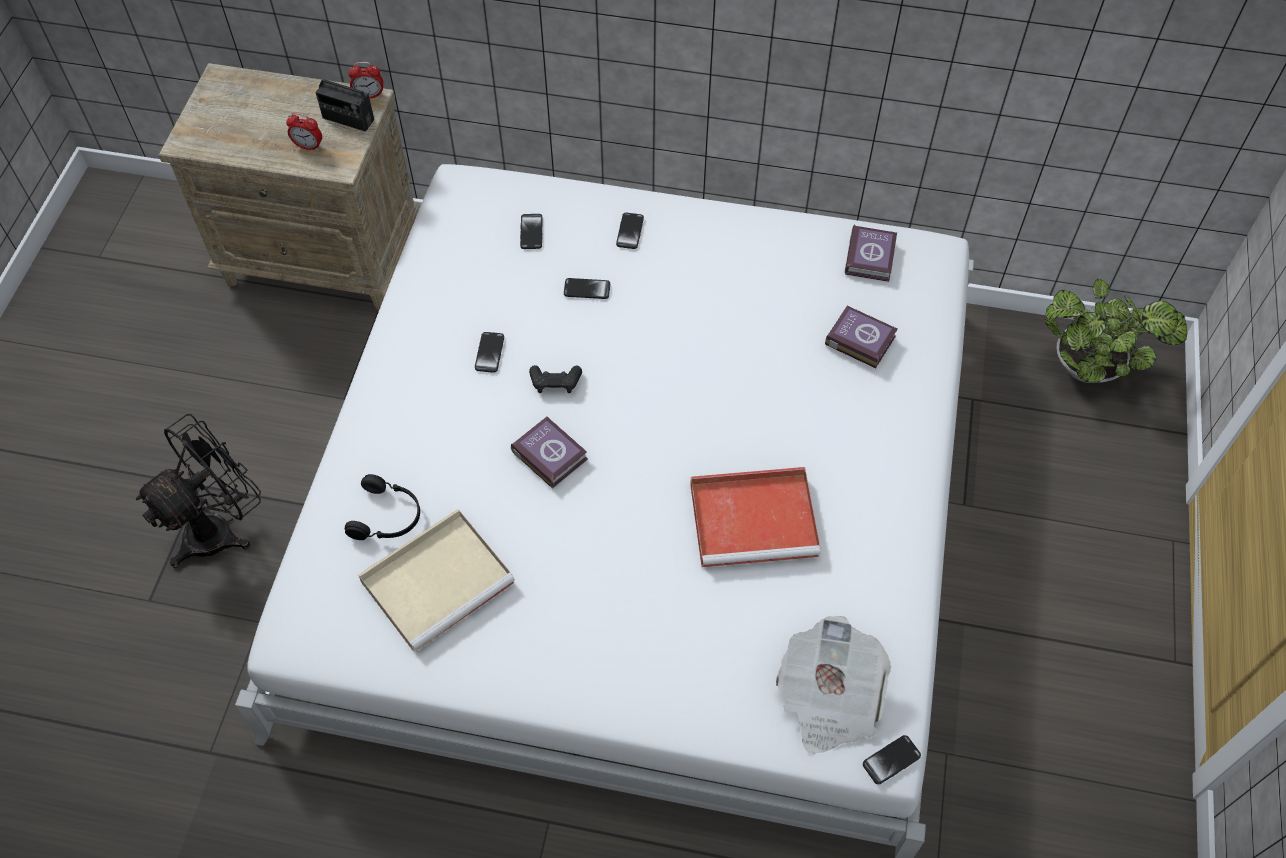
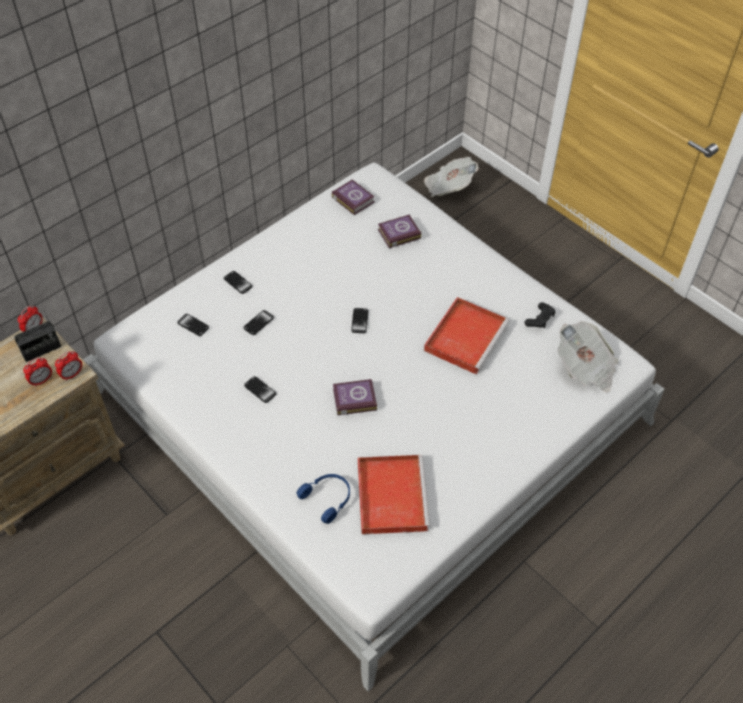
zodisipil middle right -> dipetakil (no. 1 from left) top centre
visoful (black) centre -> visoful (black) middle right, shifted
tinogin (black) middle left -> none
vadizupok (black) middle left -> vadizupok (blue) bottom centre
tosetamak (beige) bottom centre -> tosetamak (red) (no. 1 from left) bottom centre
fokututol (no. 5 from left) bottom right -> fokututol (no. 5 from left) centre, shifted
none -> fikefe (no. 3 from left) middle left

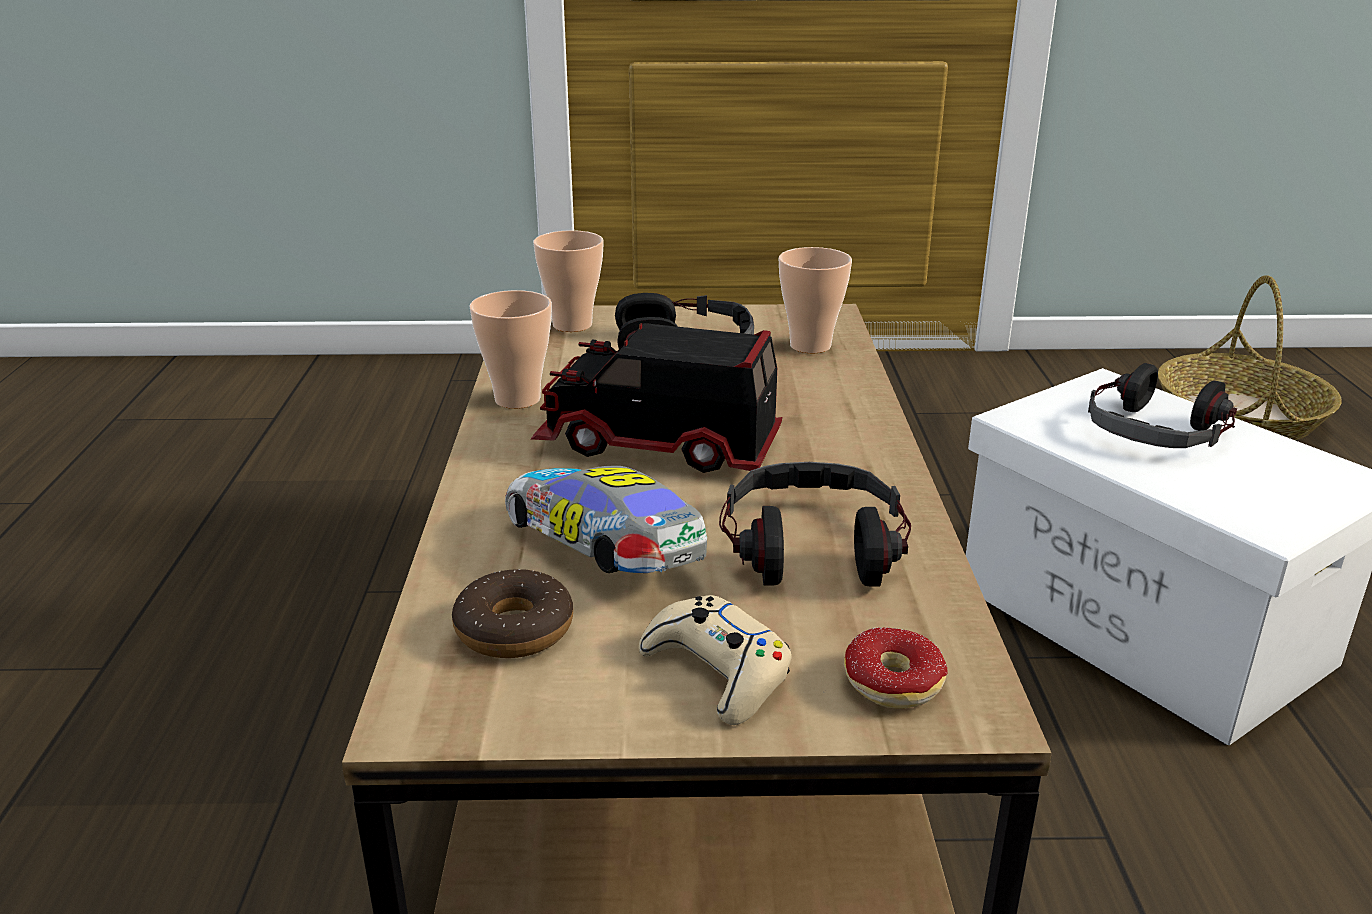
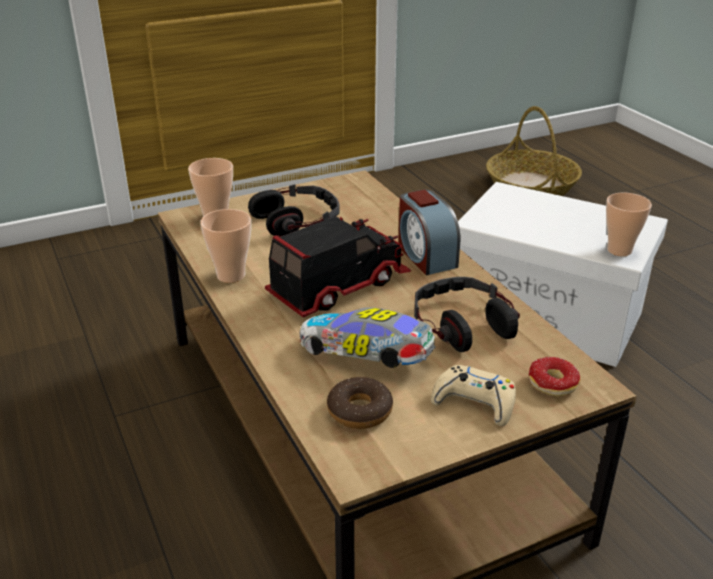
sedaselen (no. 3 from left) top centre -> sedaselen (no. 3 from left) middle right, shifted
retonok centre, 150 degrees clockwise
vadizupok (no. 3 from left) middle right -> none
none -> fikefe centre

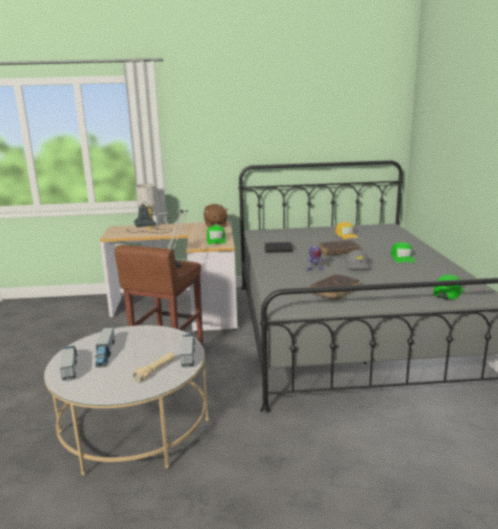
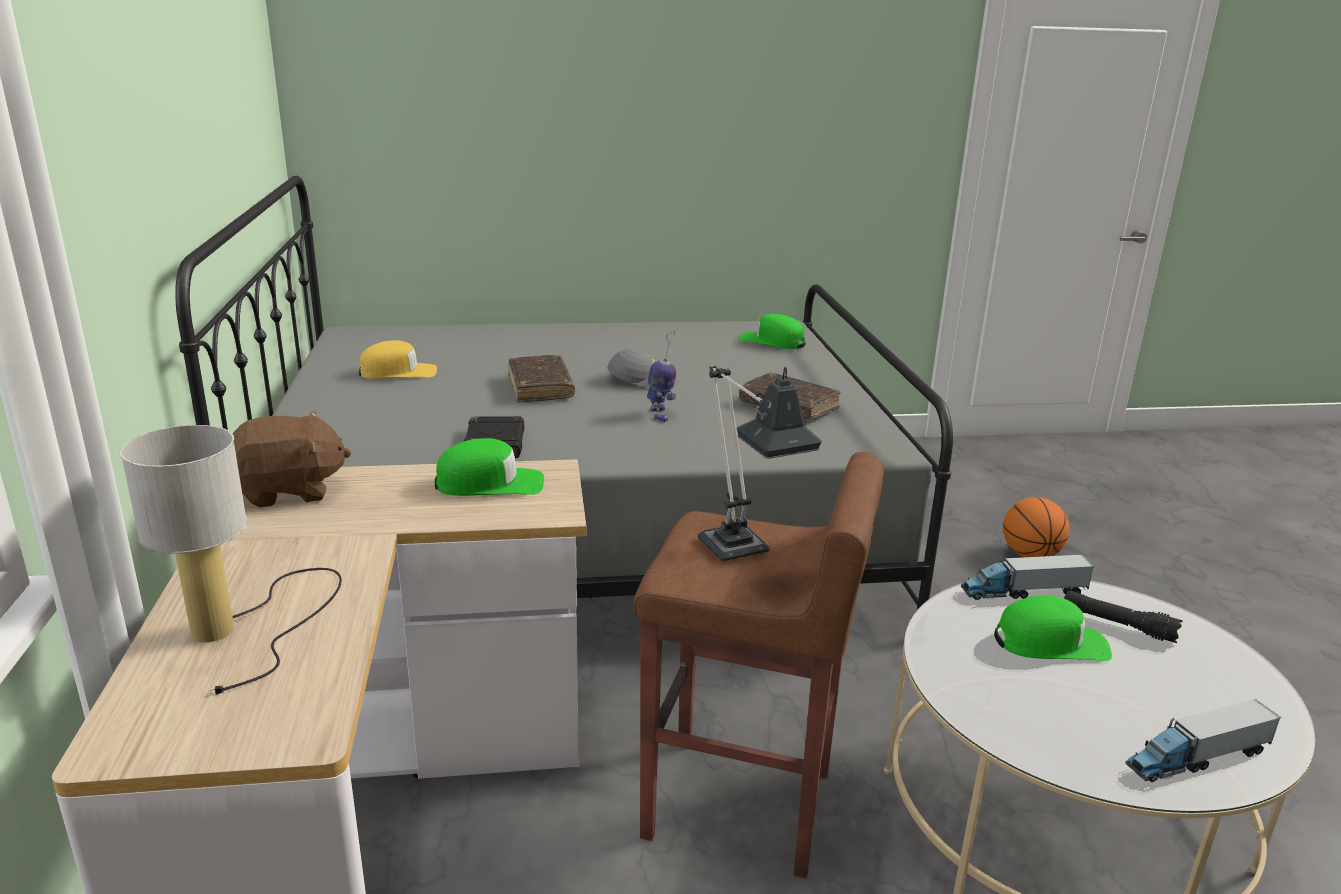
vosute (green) (no. 2 from left in the first image) middle right -> vosute (green) (no. 3 from left) bottom right, shifted
retonok (no. 2 from left) middle left -> none
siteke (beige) bottom left -> siteke (black) bottom right
none -> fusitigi middle right

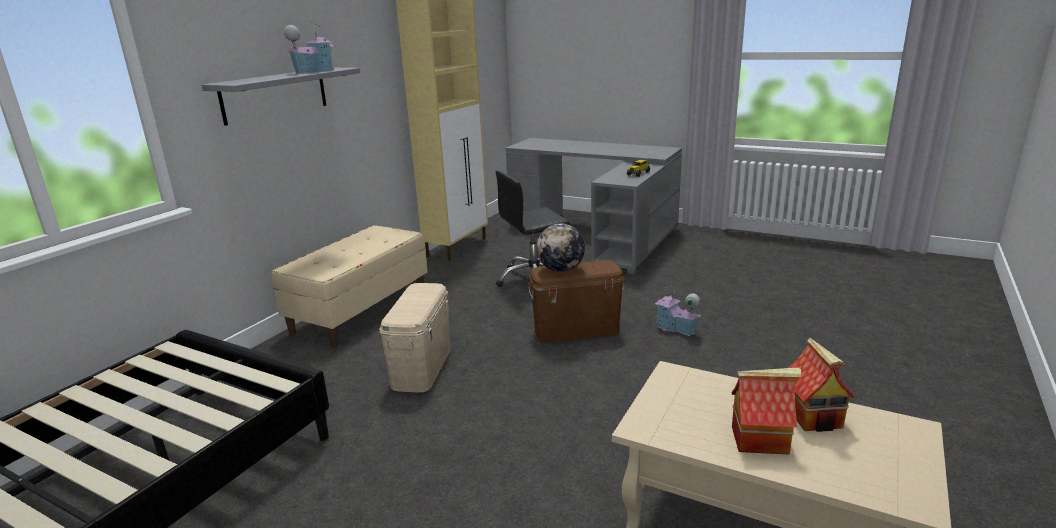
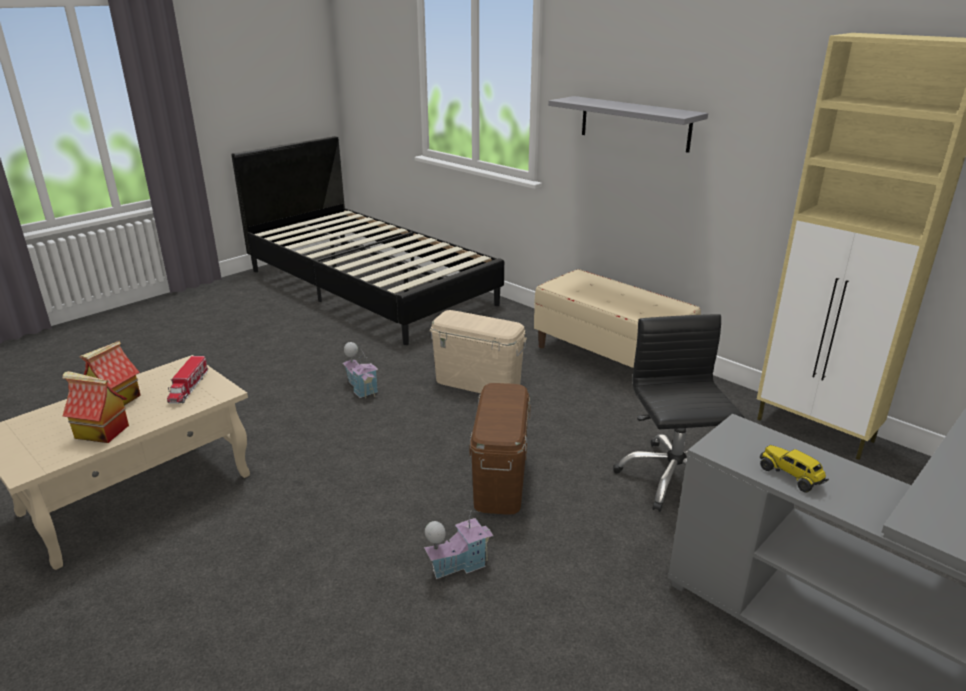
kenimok (no. 1 from left in the first image) top left -> kenimok (no. 3 from left) centre, shifted
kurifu centre -> none
none -> retonok (no. 1 from left) middle left

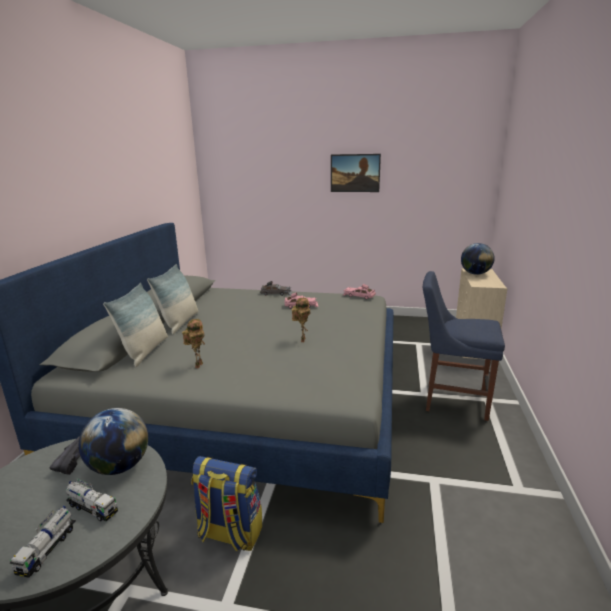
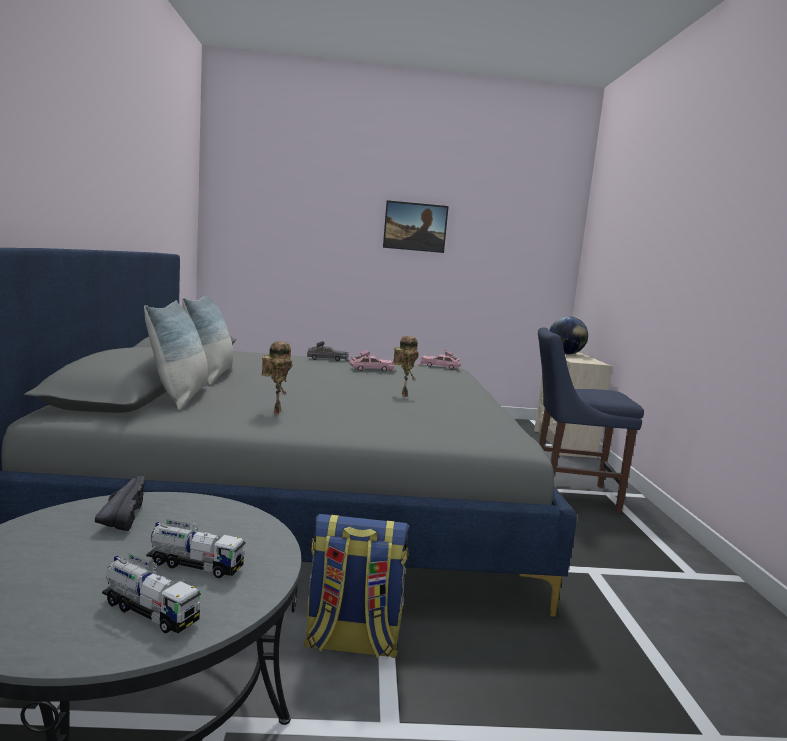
kurifu (no. 1 from left) bottom left -> none
retonok (no. 1 from left) bottom left, 60 degrees counterclockwise

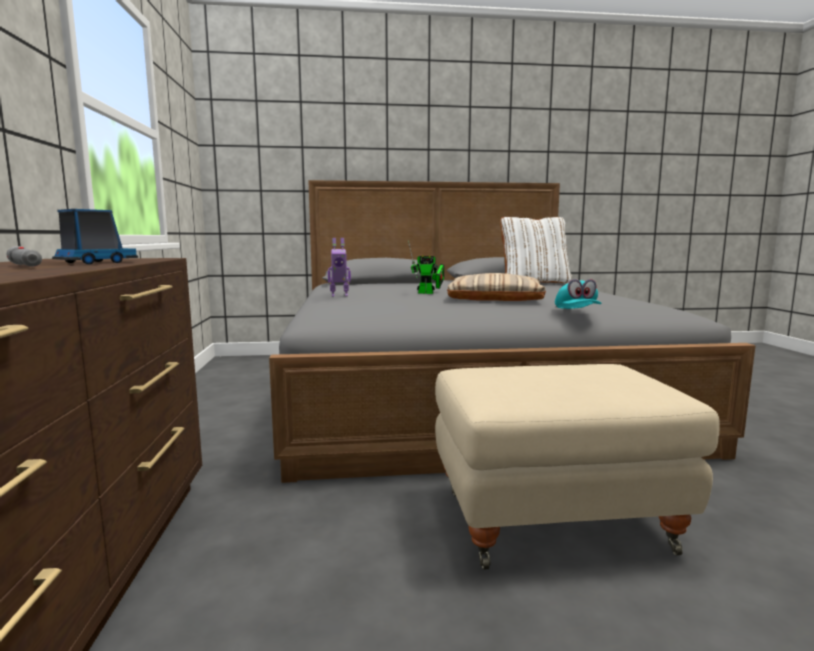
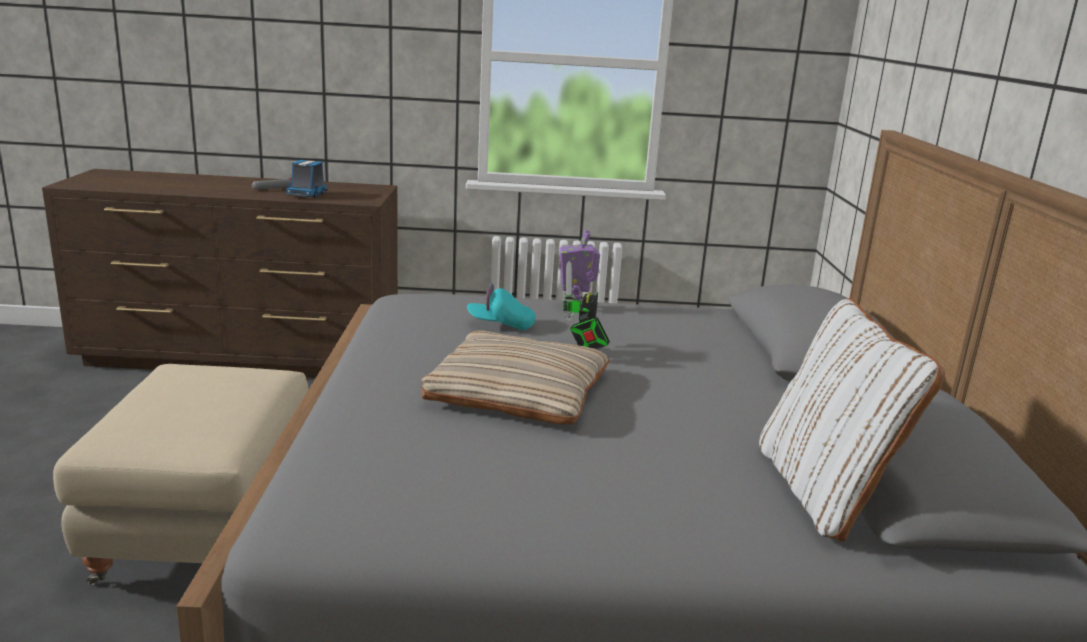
retonok middle left -> retonok top left, 60 degrees clockwise
vosute (turquoise) middle right -> vosute (turquoise) centre, shifted

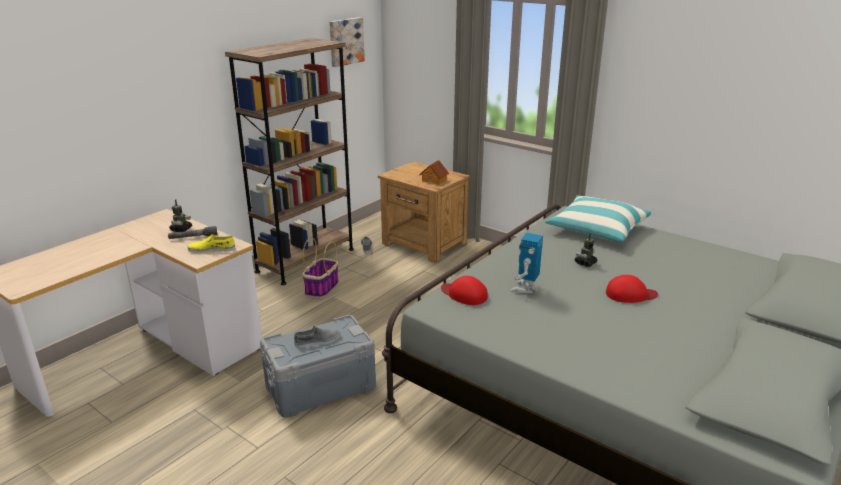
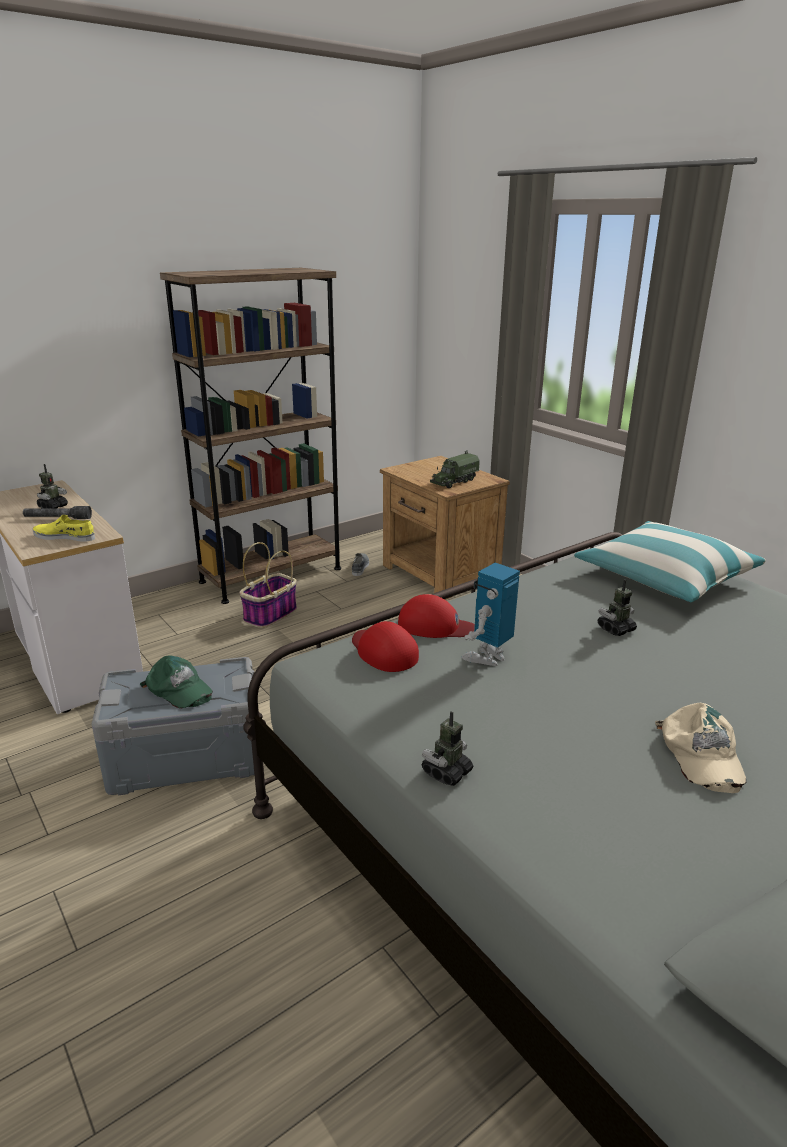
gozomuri top centre -> none
kenimok centre -> retonok centre
vosute (red) (no. 2 from left) middle right -> vosute (red) (no. 2 from left) centre, shifted
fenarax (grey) (no. 1 from left) bottom centre -> vosute (green) middle left
none -> vosute (beige) middle right
none -> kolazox (no. 2 from left) centre

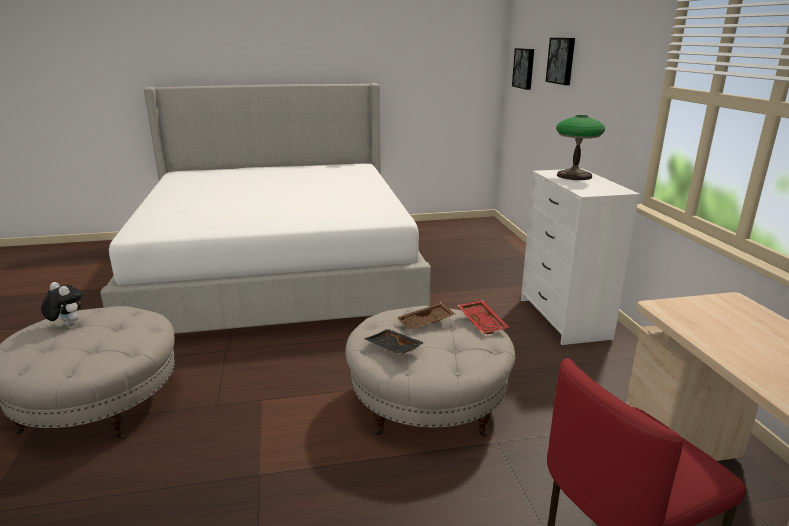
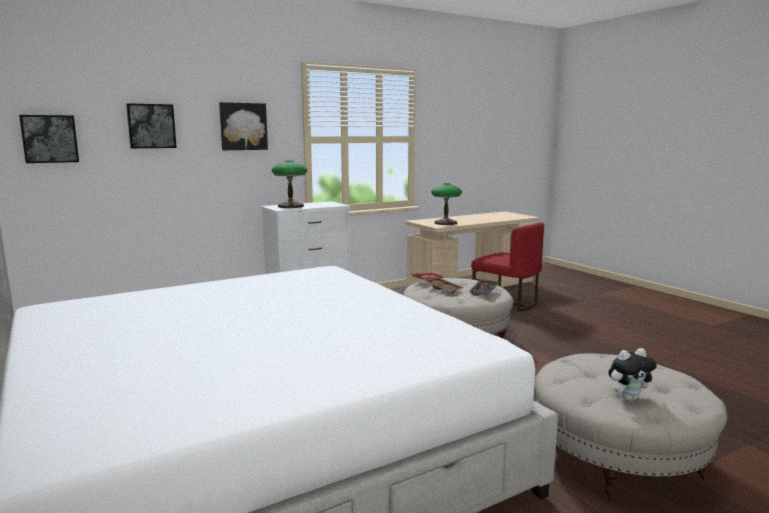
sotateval middle left -> sotateval bottom right, 120 degrees counterclockwise
none -> gozomuri (no. 3 from left) top left
none -> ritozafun (no. 2 from left) centre

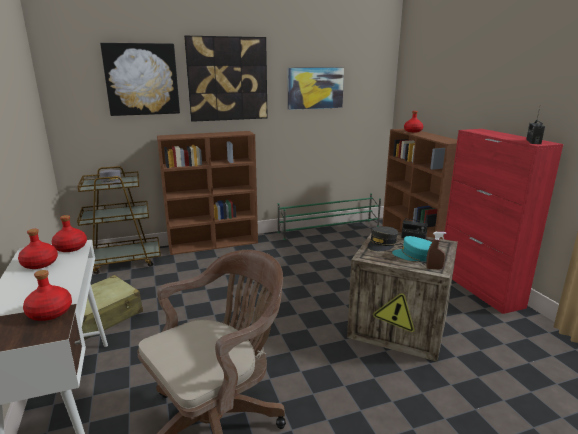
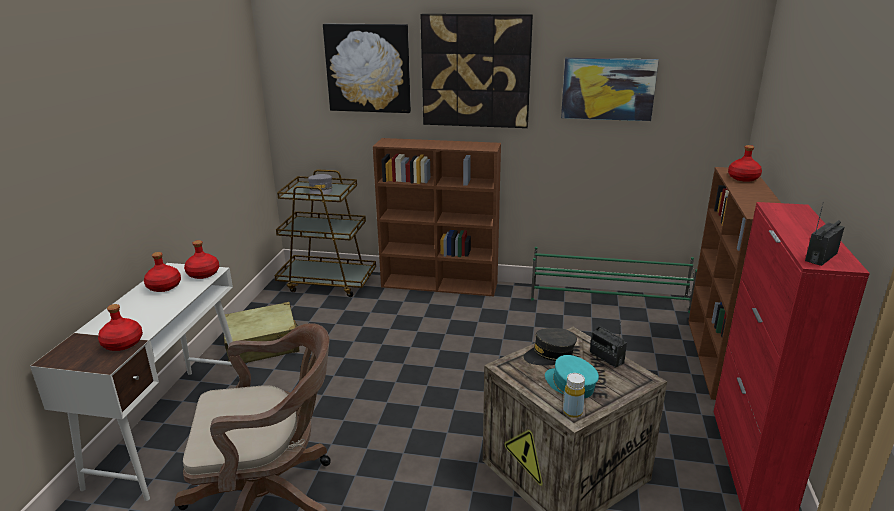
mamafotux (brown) middle right -> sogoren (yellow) bottom centre

